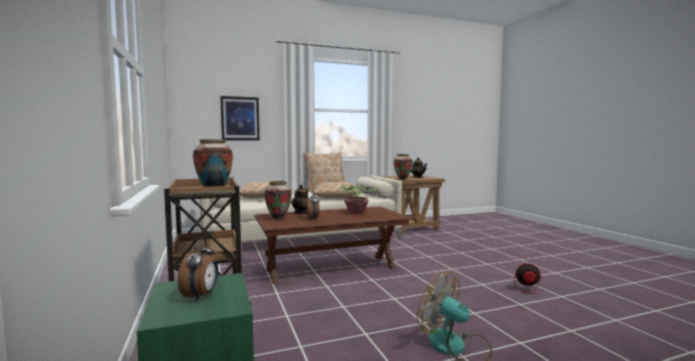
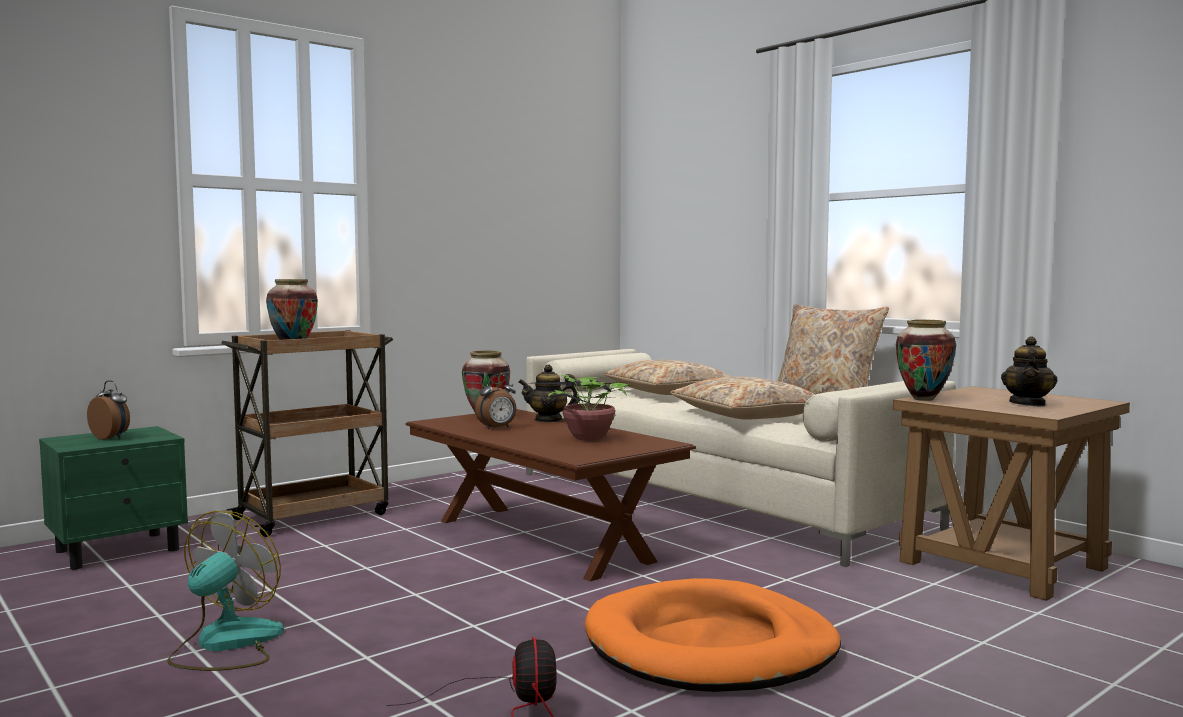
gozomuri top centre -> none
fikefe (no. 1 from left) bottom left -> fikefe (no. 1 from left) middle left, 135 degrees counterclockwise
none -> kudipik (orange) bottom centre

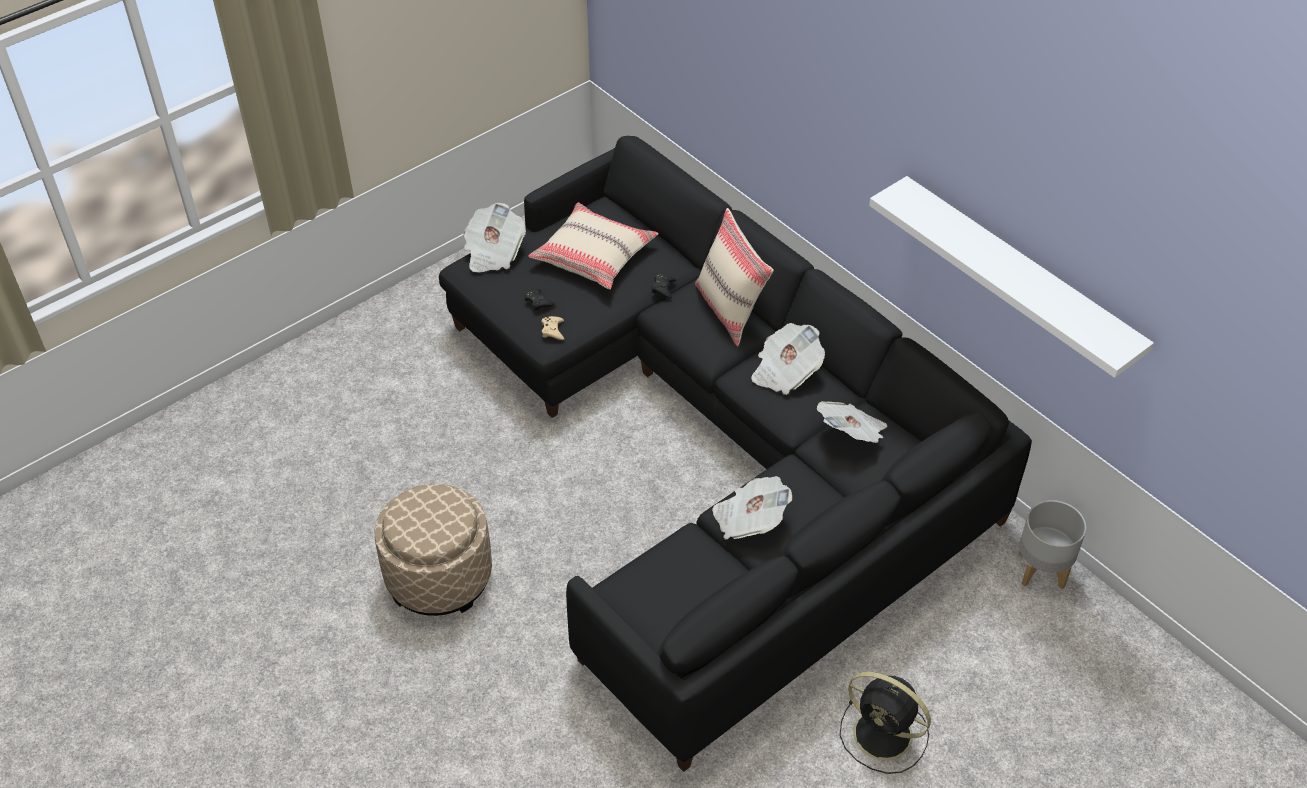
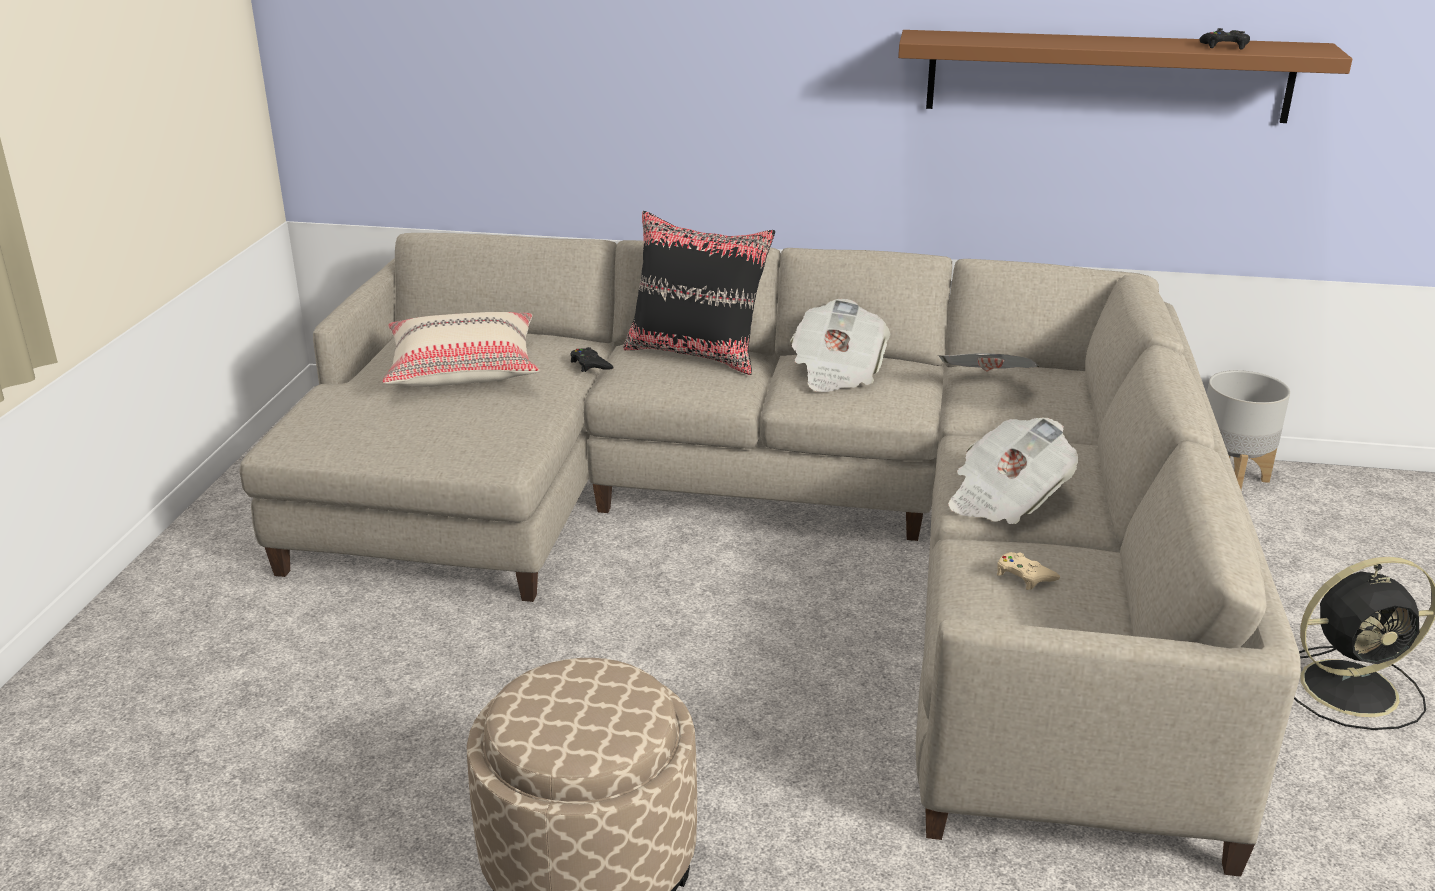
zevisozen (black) centre -> zevisozen (beige) centre
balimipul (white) middle right -> balimipul (brown) top right
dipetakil (no. 1 from left) top centre -> none
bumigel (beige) (no. 2 from left) centre -> bumigel (black) top centre
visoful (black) (no. 1 from left in the first image) centre -> visoful (black) (no. 2 from left) top right, shifted
visoful (beige) centre -> visoful (beige) middle right, shifted

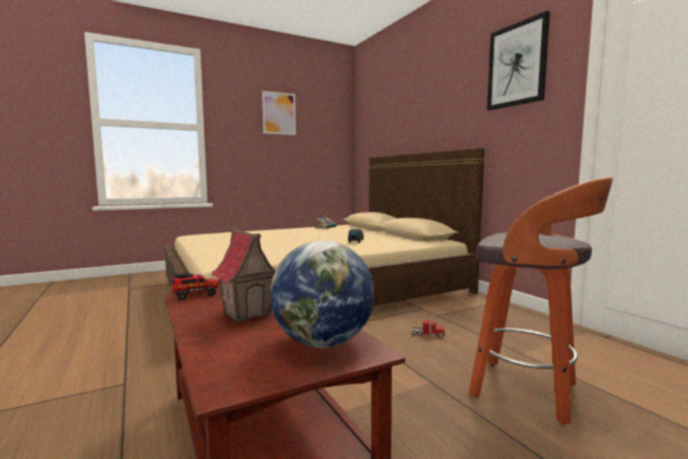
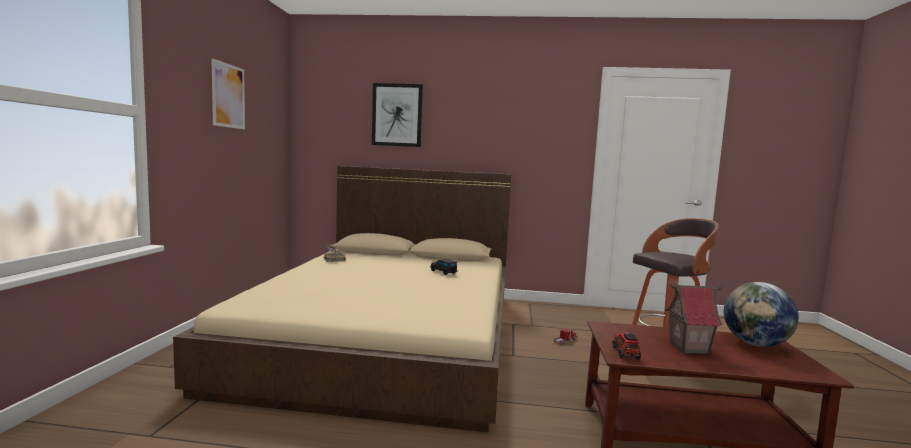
gozomuri (no. 2 from left) top right -> gozomuri (no. 2 from left) top centre, shifted

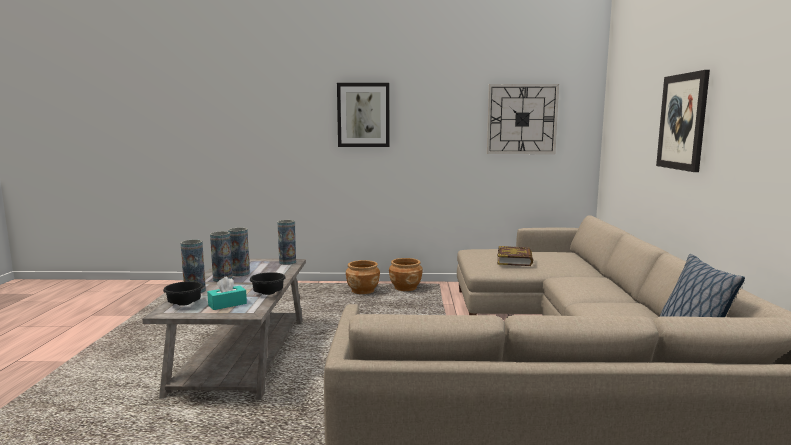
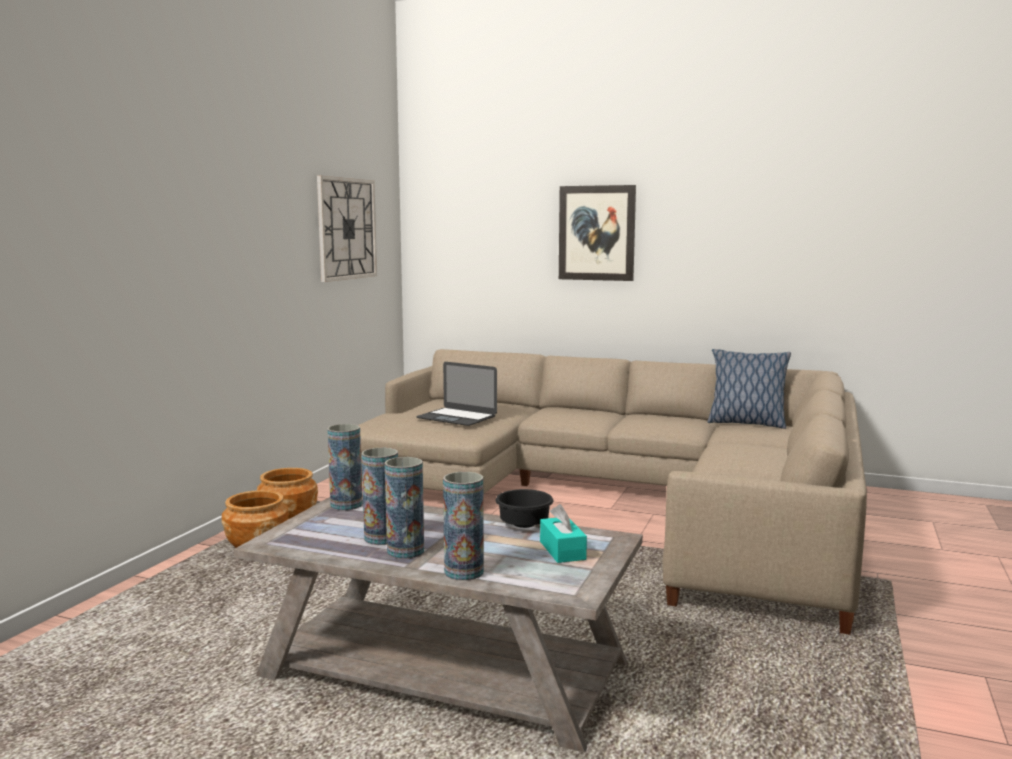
gozomuri (no. 1 from left) top centre -> none
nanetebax centre -> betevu centre
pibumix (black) (no. 1 from left) middle left -> none

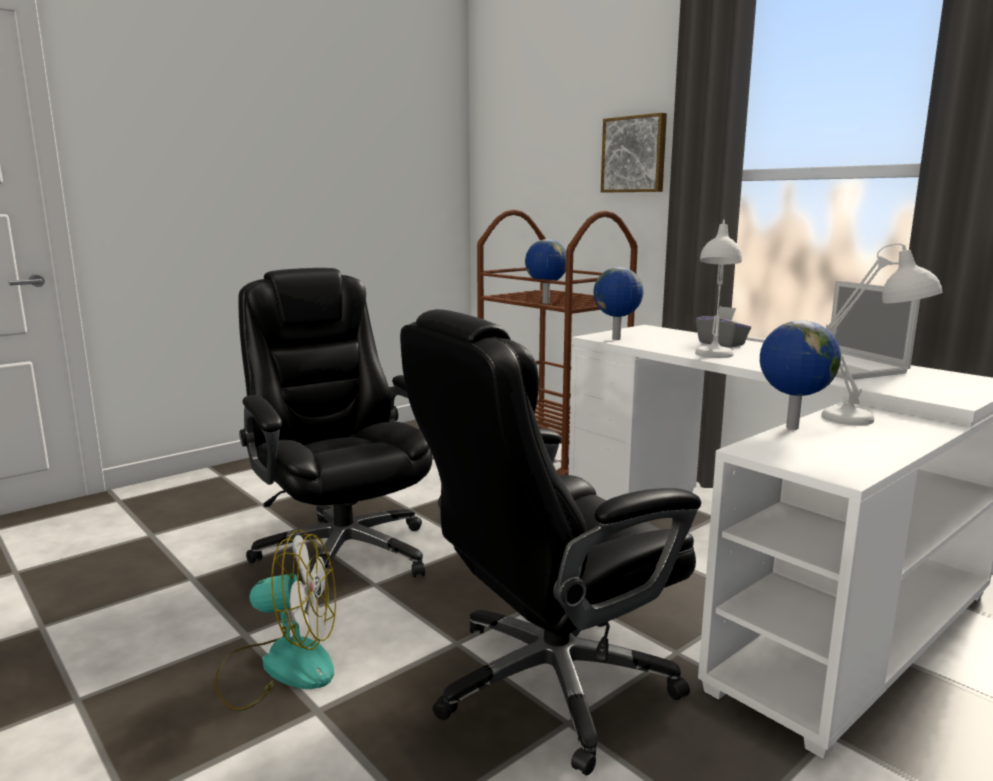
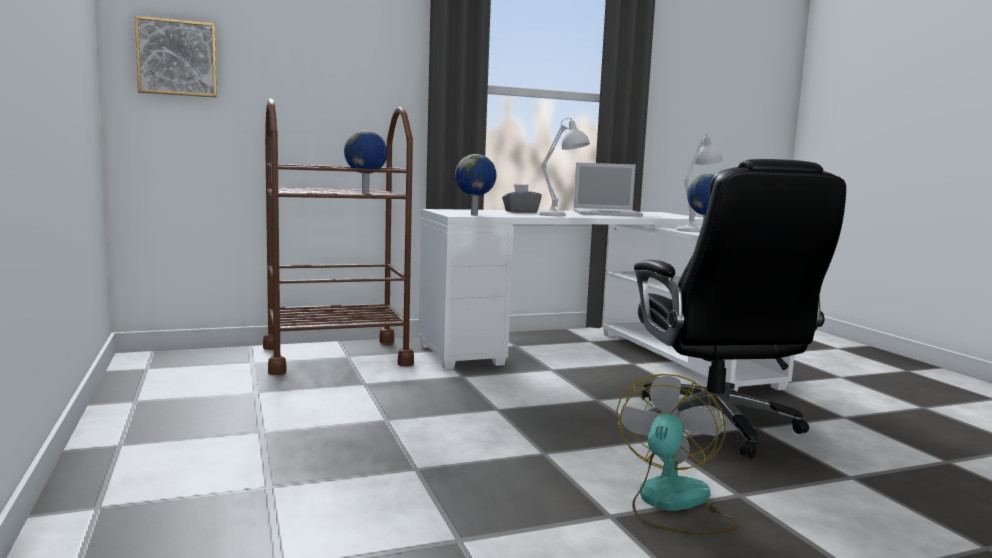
gozomuri top centre -> gozomuri top left, shifted
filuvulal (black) (no. 1 from left) centre -> none

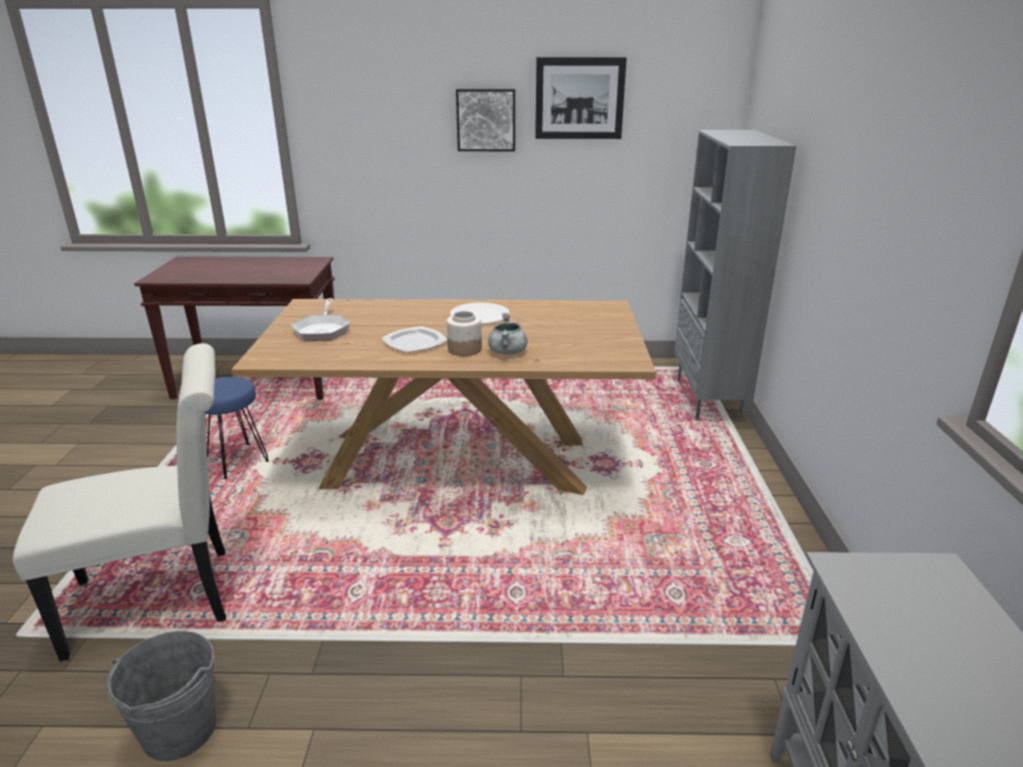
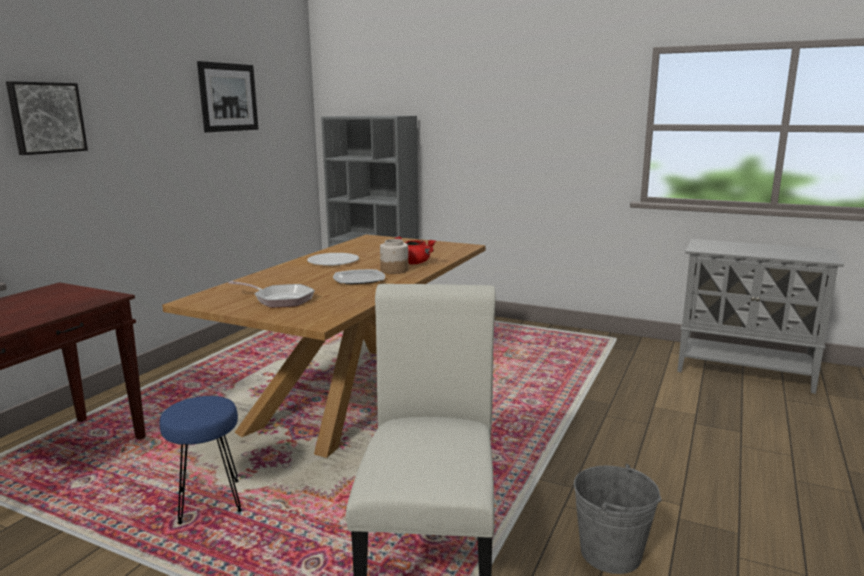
gozomuri (no. 1 from left) top centre -> gozomuri (no. 1 from left) top left, shifted
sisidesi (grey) centre -> sisidesi (red) centre

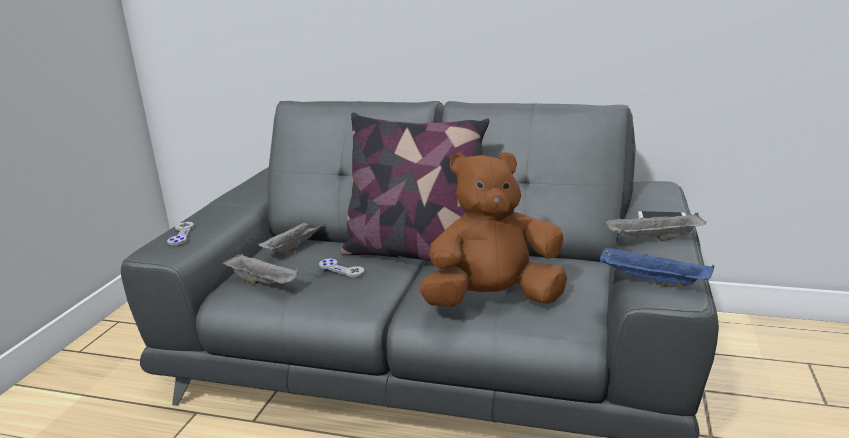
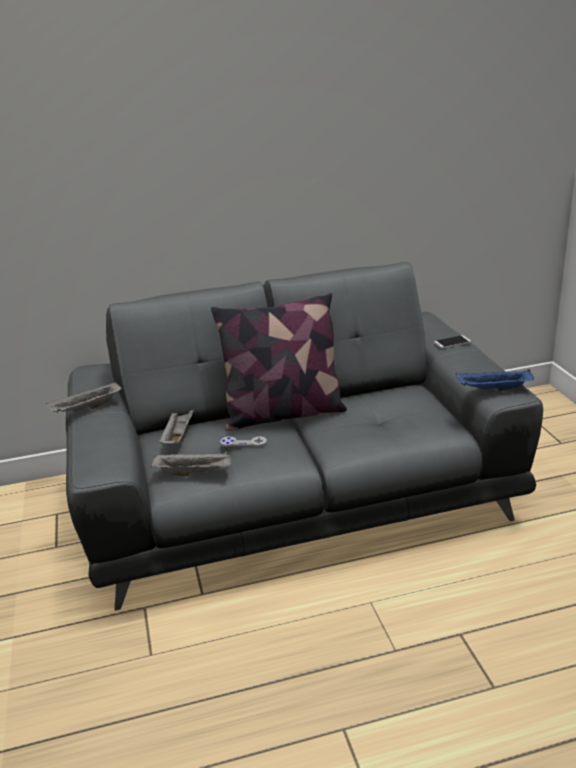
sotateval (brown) centre -> none
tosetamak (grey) (no. 3 from left in the first image) middle right -> tosetamak (grey) (no. 1 from left) middle left, shifted
visoful (grey) (no. 1 from left) middle left -> none

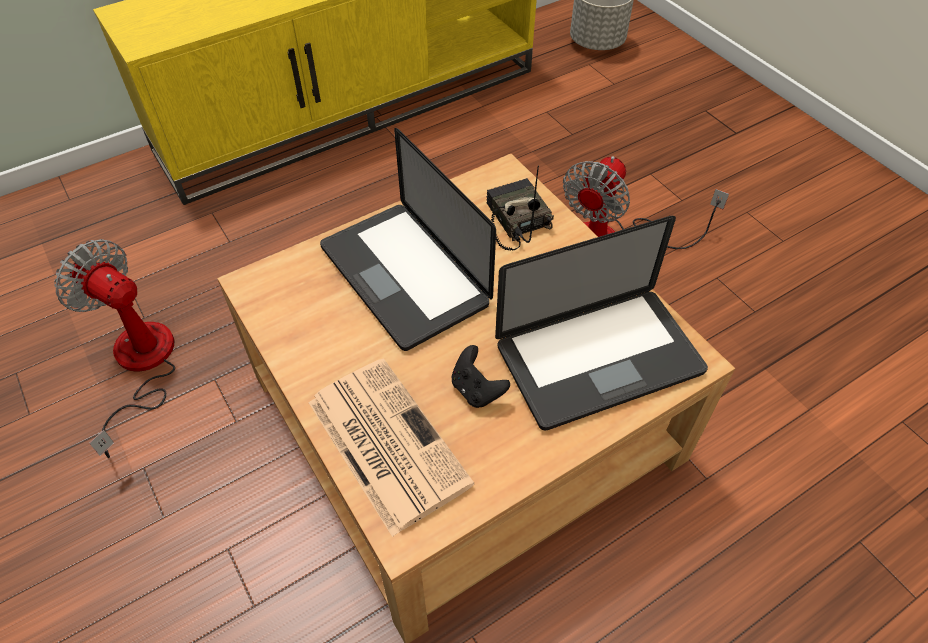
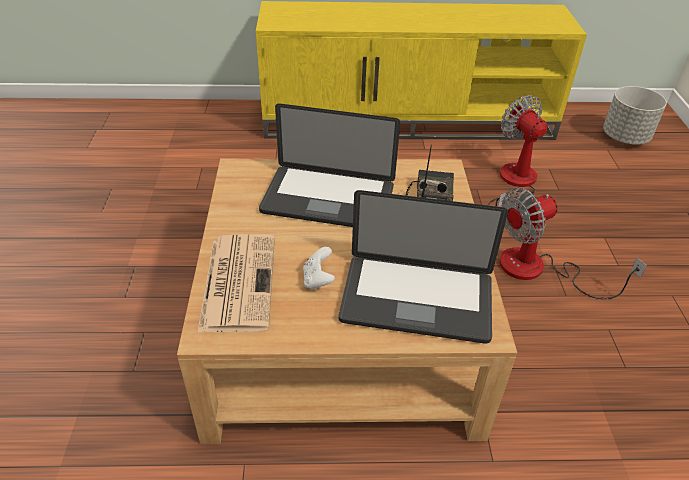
betevu (no. 1 from left) centre, 75 degrees counterclockwise
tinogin (no. 1 from left) middle left -> tinogin (no. 1 from left) top right, shifted
visoful (black) centre -> visoful (white) centre

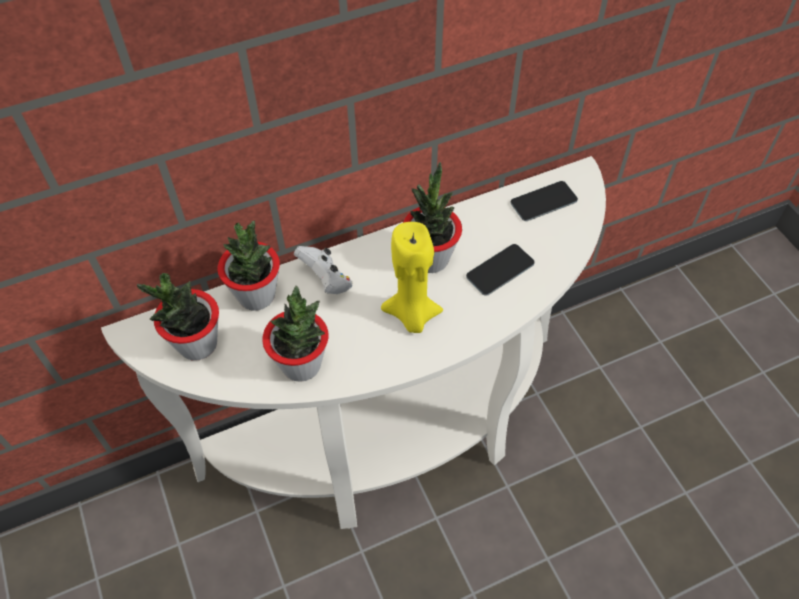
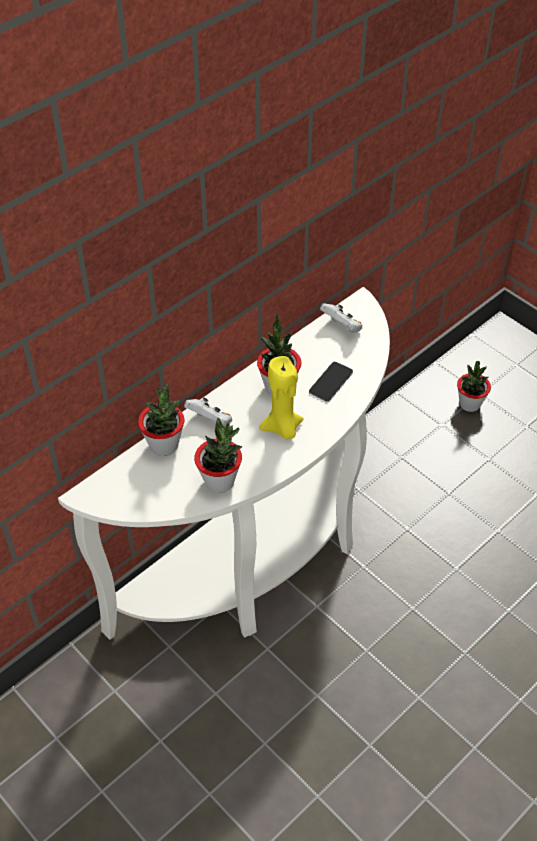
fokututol (no. 2 from left) middle right -> visoful (white) (no. 2 from left) centre
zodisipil (no. 1 from left in the first image) middle left -> zodisipil (no. 4 from left) middle right, shifted

